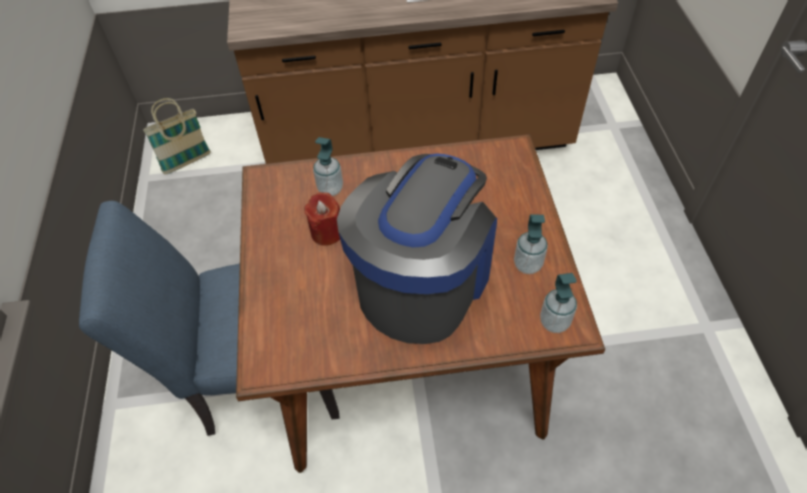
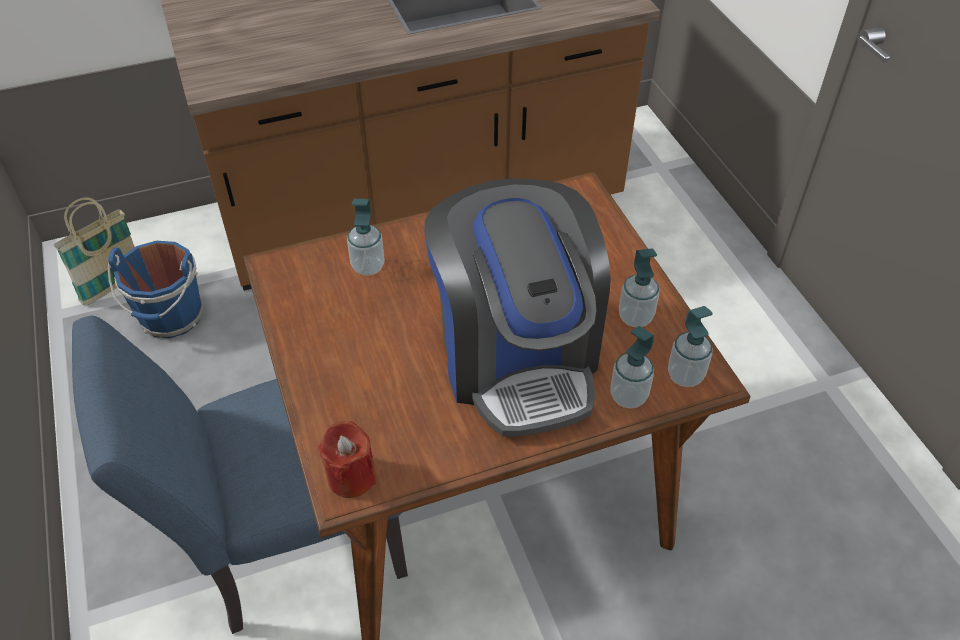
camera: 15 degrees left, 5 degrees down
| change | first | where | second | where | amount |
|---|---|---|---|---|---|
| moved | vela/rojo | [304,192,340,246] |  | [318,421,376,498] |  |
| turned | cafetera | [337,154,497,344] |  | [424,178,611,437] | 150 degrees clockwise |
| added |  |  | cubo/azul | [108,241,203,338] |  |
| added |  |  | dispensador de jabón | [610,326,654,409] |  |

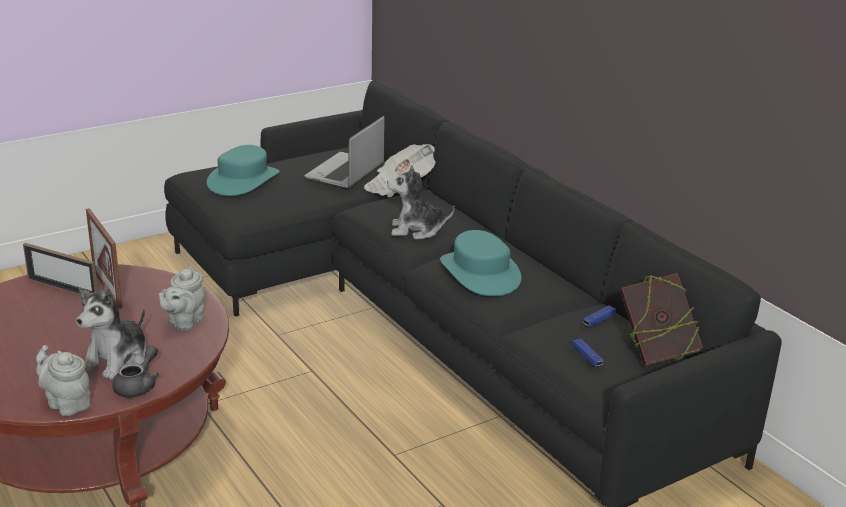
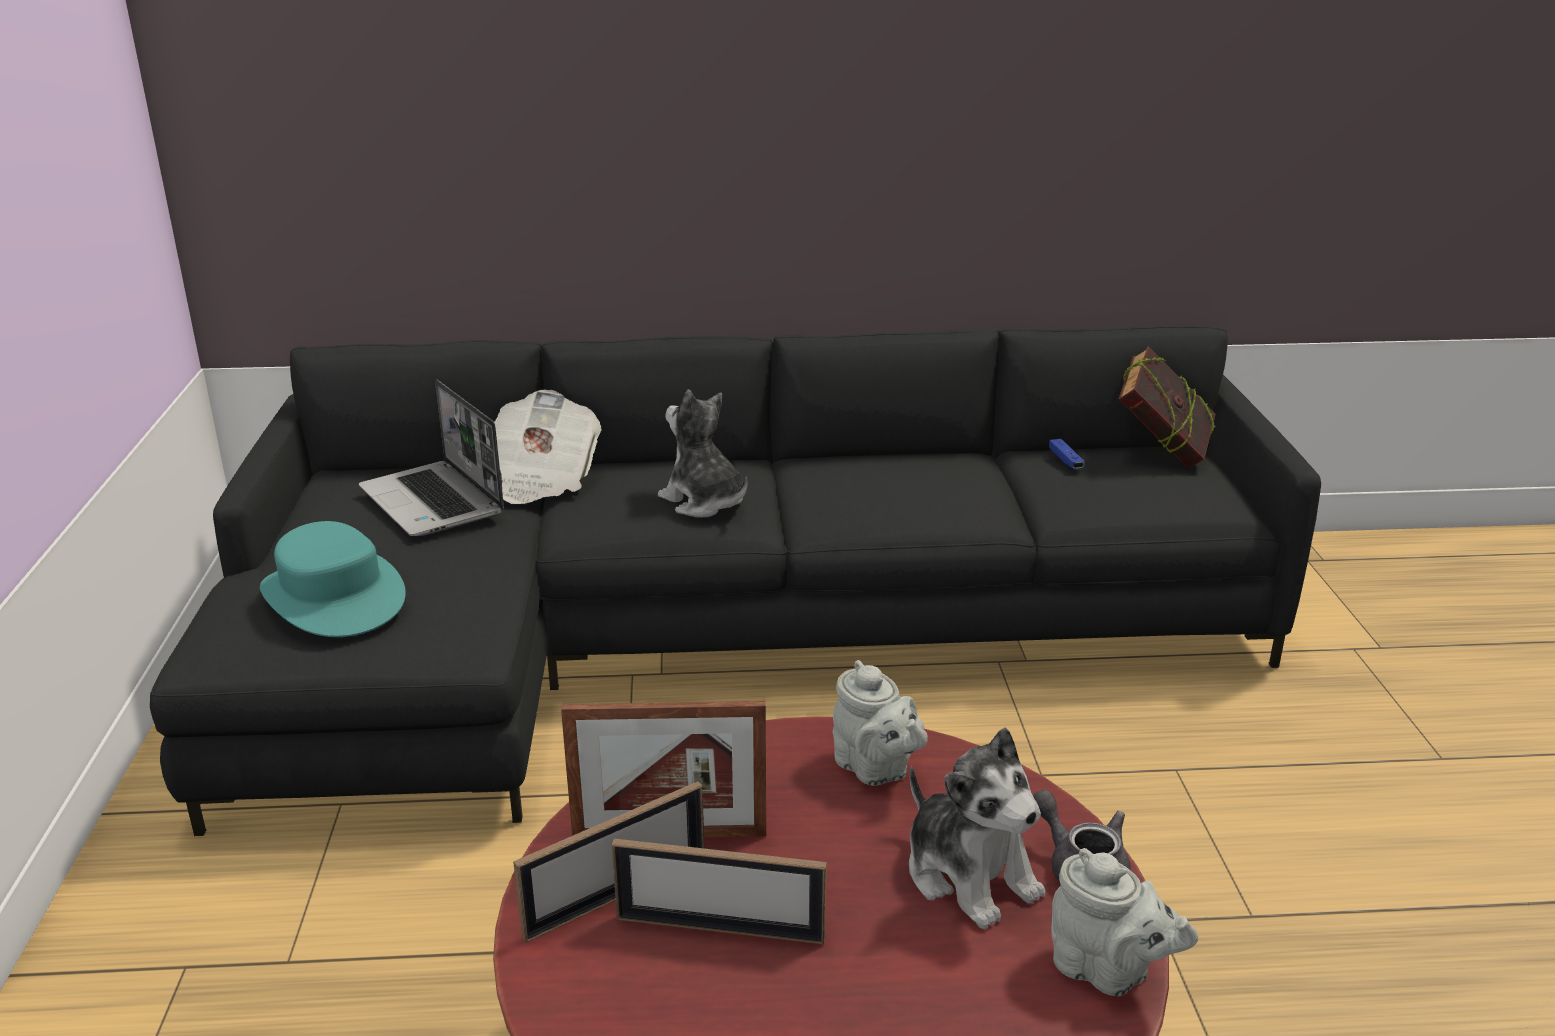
camera: 60 degrees left, 0 degrees up
| change | first | where | second | where | amount |
|---|---|---|---|---|---|
| turned | tetera/gris | [36,345,91,416] |  | [1051,848,1198,996] | 120 degrees counterclockwise |
| turned | peluche | [387,165,455,240] |  | [658,390,748,517] | 105 degrees clockwise |
| removed | sombrero/turquesa | [440,230,521,296] |  |  |  |
| removed | mando de consola/azul | [572,339,604,366] |  |  |  |
| added |  |  | portarretratos | [612,839,827,945] |  |

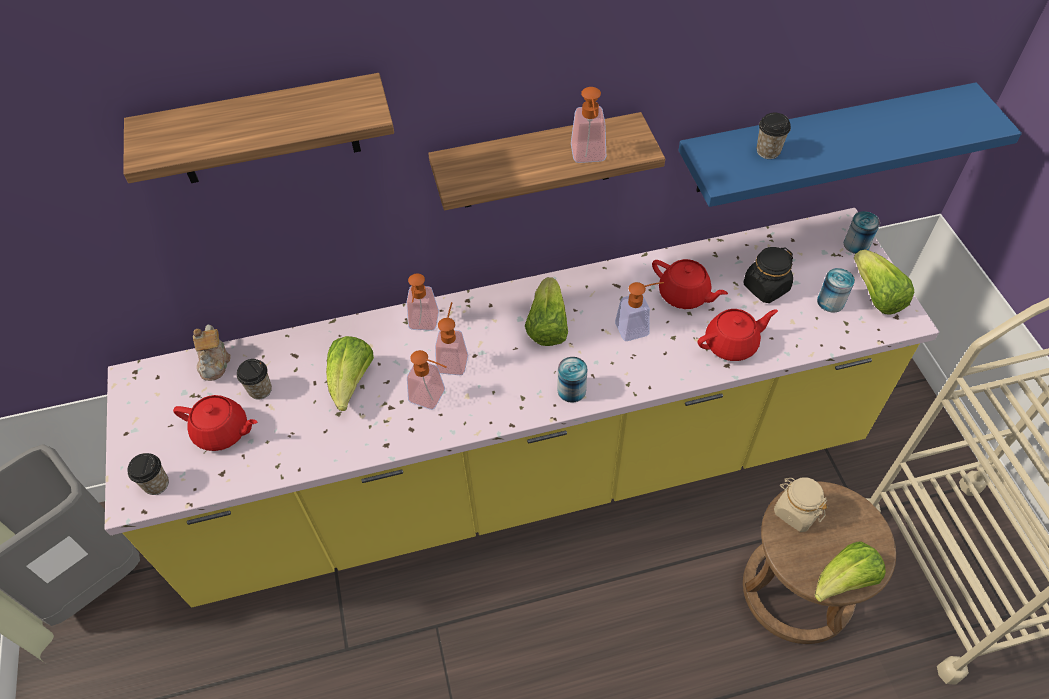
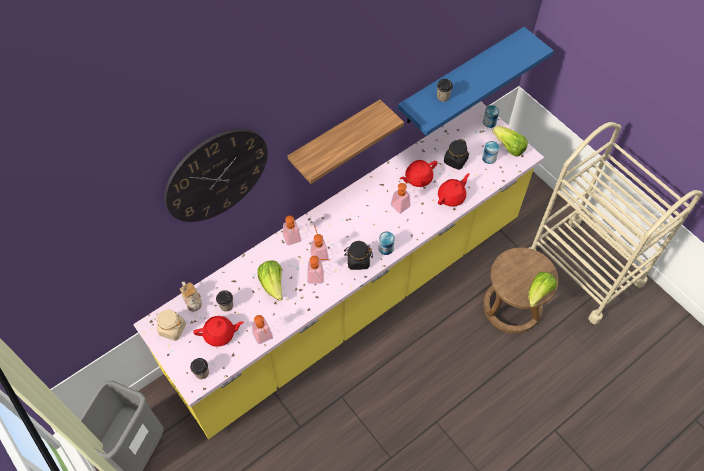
camera: 25 degrees left, 5 degrees up
| change | first | where | second | where | amount |
|---|---|---|---|---|---|
| replaced | estante | [123,73,394,183] | reloj de pared | [164,129,268,222] |  |
| removed | lechuga | [525,277,568,346] |  |  |  |
| moved | dispensador de jabón | [571,87,606,163] |  | [252,315,273,344] |  |
| turned | tetera/rojo | [652,259,728,309] |  | [400,160,437,187] | 135 degrees clockwise |
| moved | tarro/beis | [774,477,828,532] |  | [154,310,186,341] |  |
| added |  |  | tarro/negro | [344,241,373,270] |  |

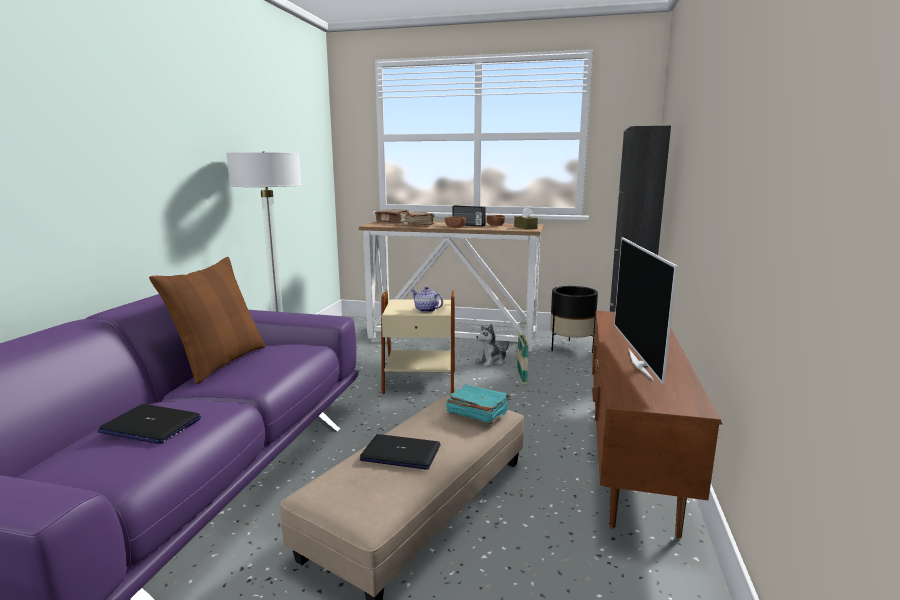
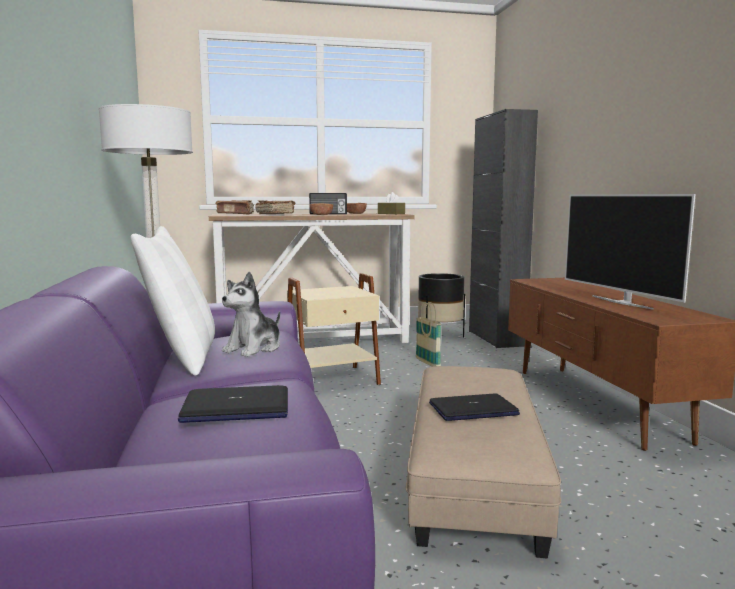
camera: 25 degrees left, 5 degrees down
| change | first | where | second | where | amount |
|---|---|---|---|---|---|
| recoloured | cojín/marrón | [149,257,266,384] | cojín/blanco | [131,226,215,376] |  |
| removed | tetera | [411,287,443,312] |  |  |  |
| removed | libro/turquesa | [446,384,510,424] |  |  |  |
| moved | peluche | [476,324,509,367] |  | [222,272,280,357] |  |

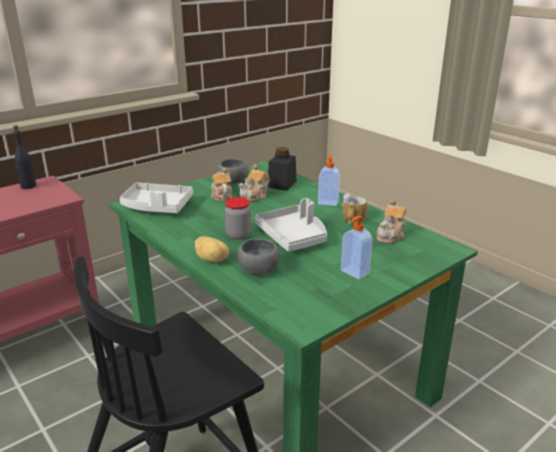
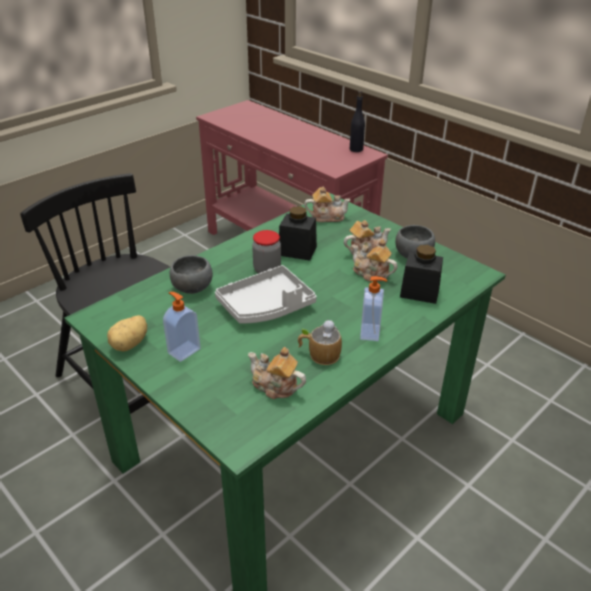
camera: 85 degrees right, 10 degrees up
| change | first | where | second | where | amount |
|---|---|---|---|---|---|
| replaced | bandeja/gris | [120,183,193,213] | tetera | [304,187,351,222] |  |
| moved | patata | [195,236,229,263] |  | [107,315,147,351] |  |
| added |  |  | tarro/negro | [279,206,317,261] |  |

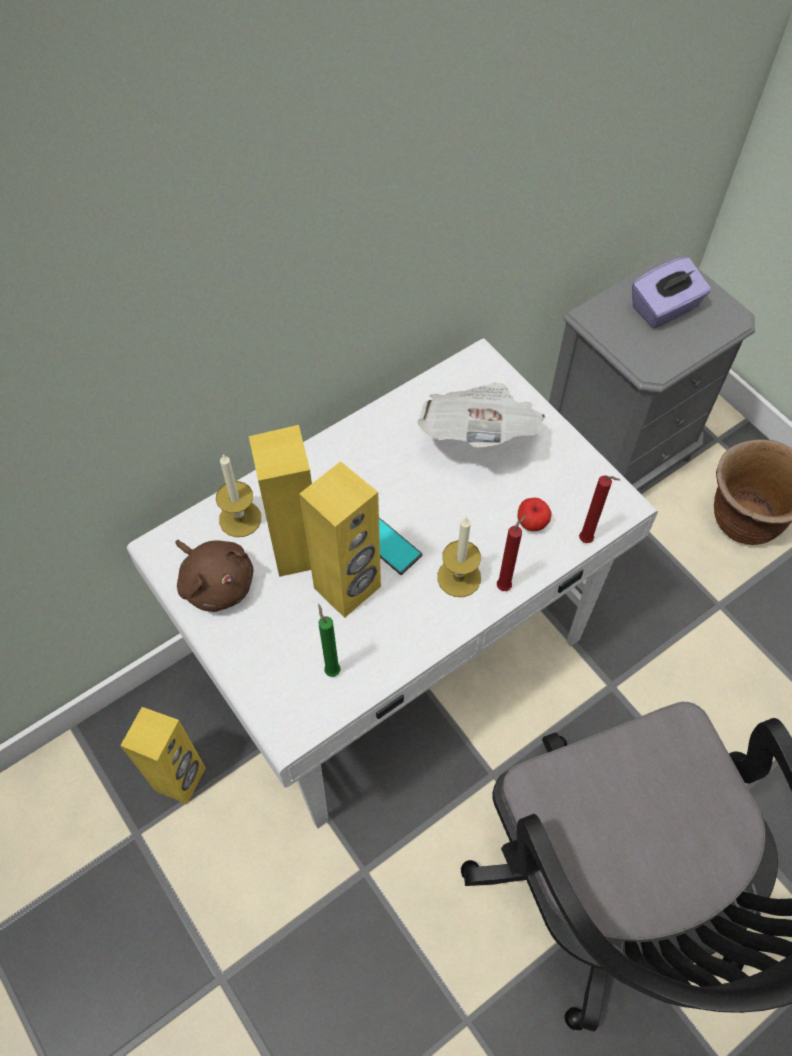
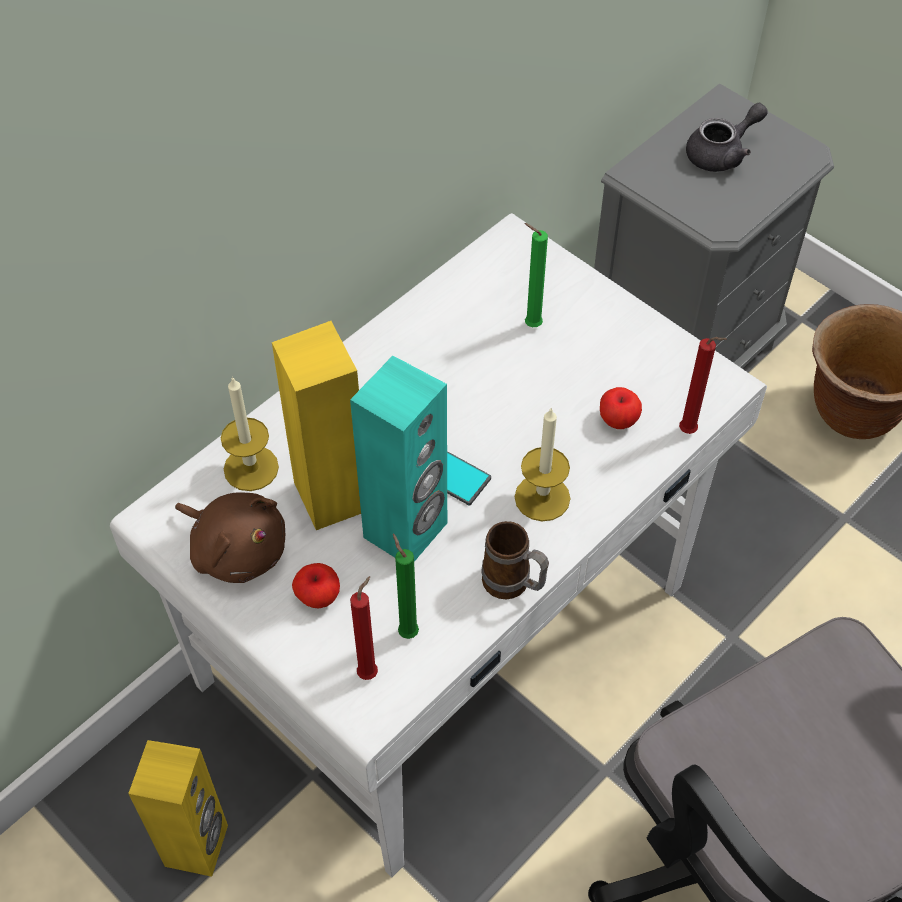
camera: 10 degrees left, 5 degrees down
| change | first | where | second | where | amount |
|---|---|---|---|---|---|
| recoloured | altavoz/amarillo | [299,461,381,618] | altavoz/turquesa | [350,356,447,562] |  |
| replaced | periódico | [417,383,546,448] | vela/verde | [524,223,548,327] |  |
| moved | vela/rojo | [497,515,526,591] |  | [350,576,378,680] |  |
| replaced | caja de pañuelos/morado | [632,257,711,328] | tetera/gris | [686,103,768,172] |  |
| added |  |  | manzana | [292,563,340,608] |  |
| added |  |  | taza grande | [481,521,549,599] |  |

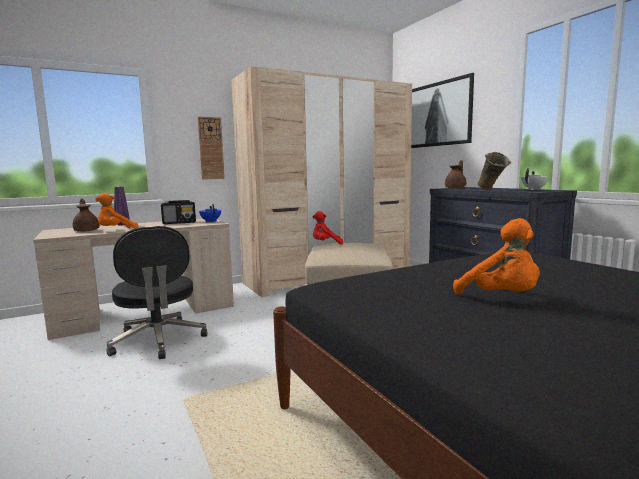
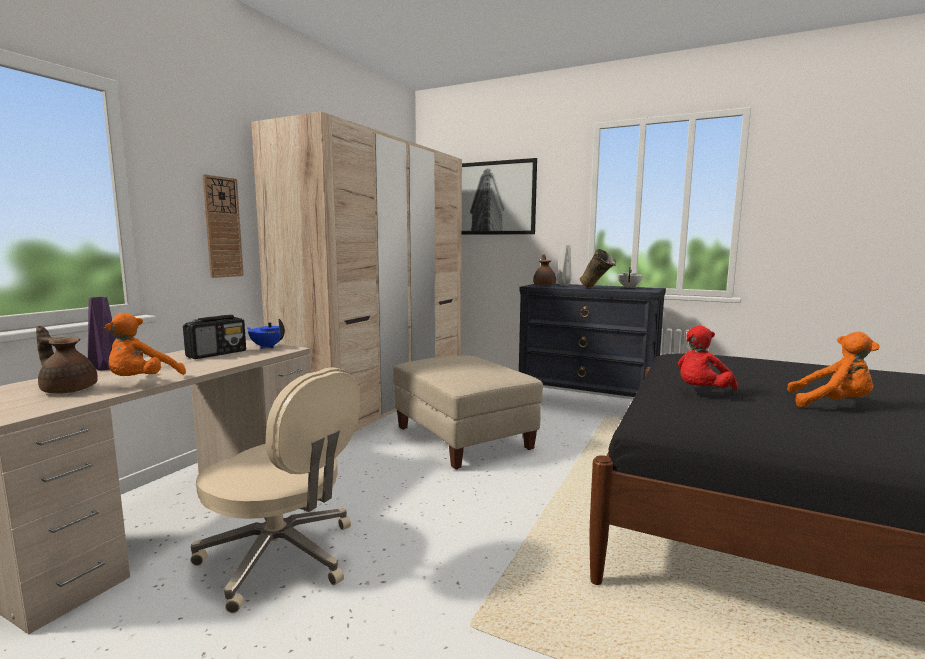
camera: 35 degrees left, 0 degrees up
| change | first | where | second | where | amount |
|---|---|---|---|---|---|
| recoloured | silla de oficina/negro | [106,226,207,359] | silla de oficina/beis | [190,367,361,613] |  |
| moved | peluche/rojo | [312,211,343,244] |  | [678,326,738,390] |  |
| added |  |  | florero/gris | [557,245,572,286] |  |

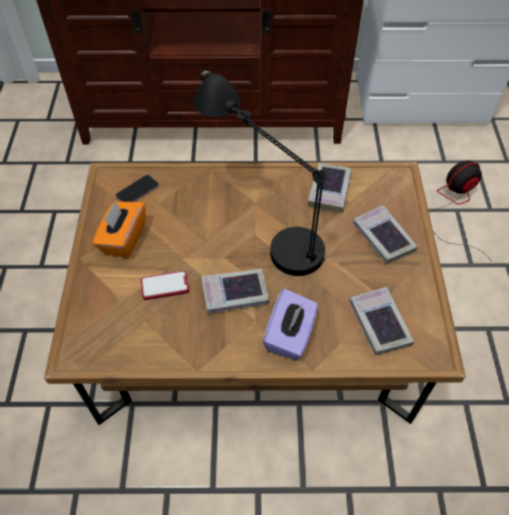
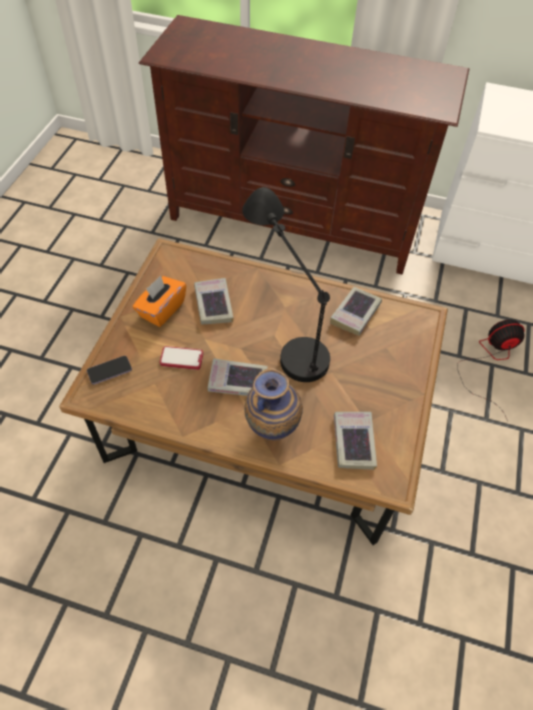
camera: 15 degrees right, 0 degrees up
| change | first | where | second | where | amount |
|---|---|---|---|---|---|
| moved | móvil | [116,175,159,202] |  | [87,356,132,385] |  |
| replaced | caja de pañuelos/morado | [263,289,318,360] | florero | [244,368,303,440] |  |
| moved | libro | [353,205,418,264] |  | [194,278,234,324] |  |

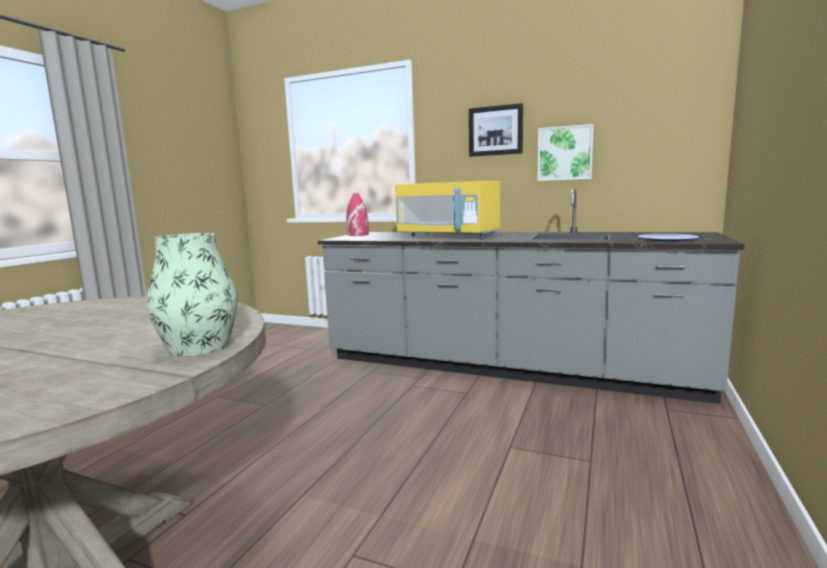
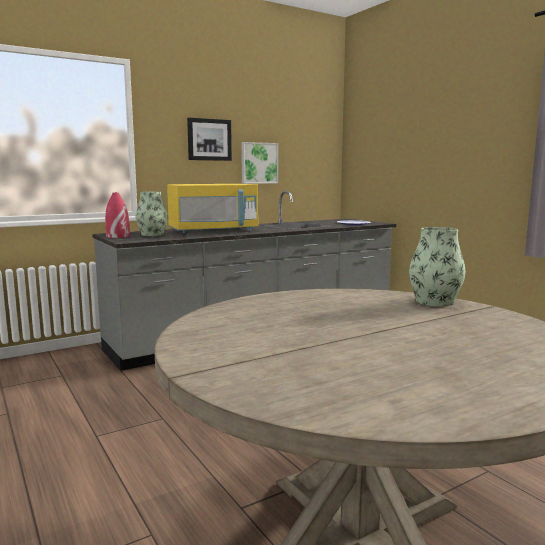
camera: 55 degrees left, 0 degrees up
| change | first | where | second | where | amount |
|---|---|---|---|---|---|
| added |  |  | florero | [136,192,168,236] |  |

